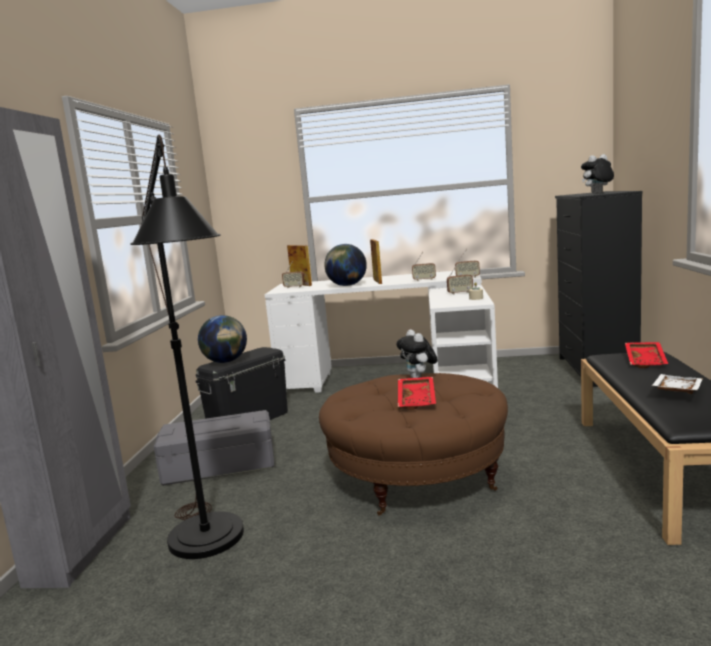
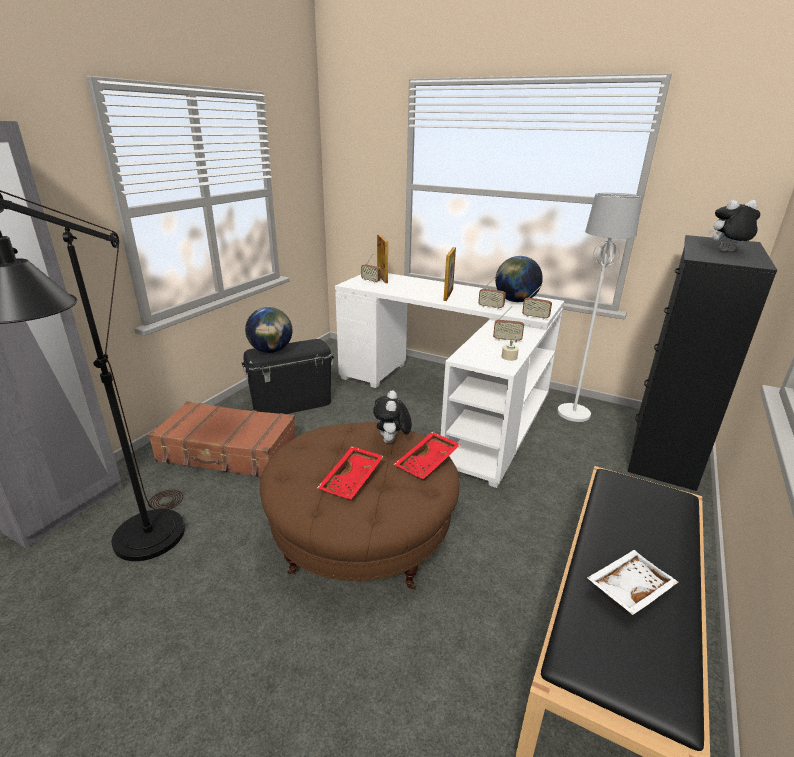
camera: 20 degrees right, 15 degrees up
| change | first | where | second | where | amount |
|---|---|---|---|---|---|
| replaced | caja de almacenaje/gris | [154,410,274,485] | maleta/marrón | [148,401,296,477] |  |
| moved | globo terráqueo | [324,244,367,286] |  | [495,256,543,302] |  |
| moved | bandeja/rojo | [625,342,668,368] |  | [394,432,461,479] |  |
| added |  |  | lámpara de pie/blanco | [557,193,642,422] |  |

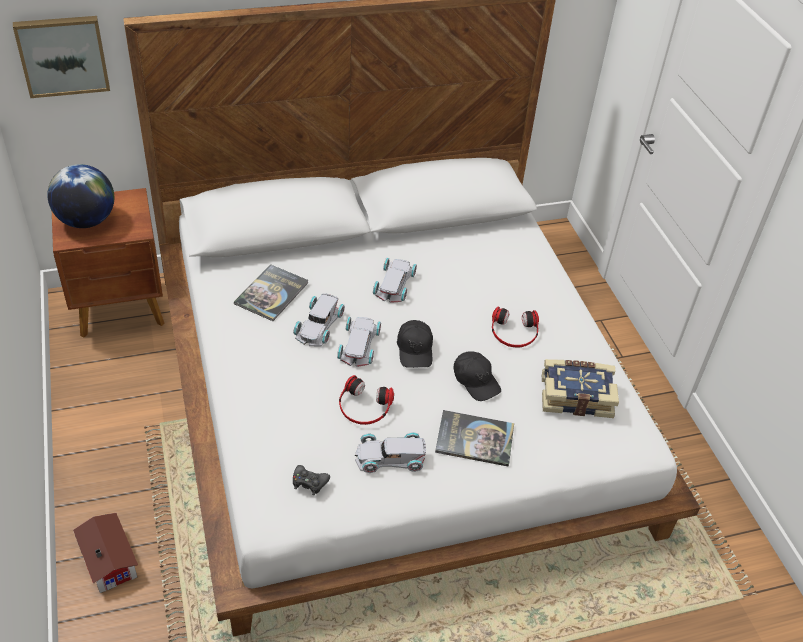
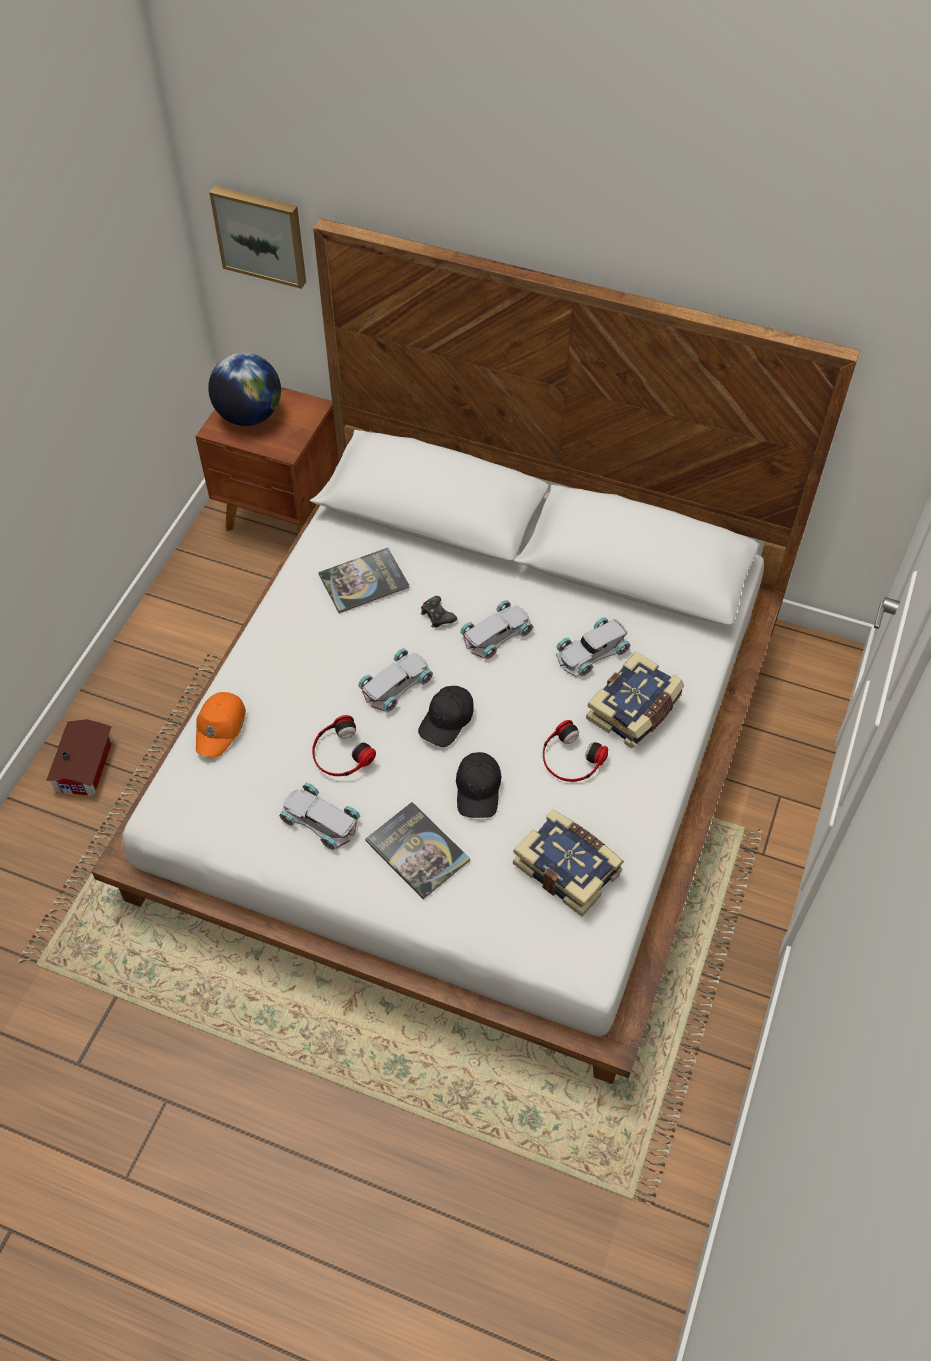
camera: 40 degrees right, 10 degrees up
| change | first | where | second | where | amount |
|---|---|---|---|---|---|
| moved | coche de juguete/blanco | [293,293,345,347] |  | [556,617,631,677] |  |
| moved | mando de consola/negro | [293,465,330,495] |  | [421,596,457,628] |  |
| added |  |  | gorra/naranja | [196,692,246,757] |  |
| added |  |  | libro | [586,651,684,748] |  |

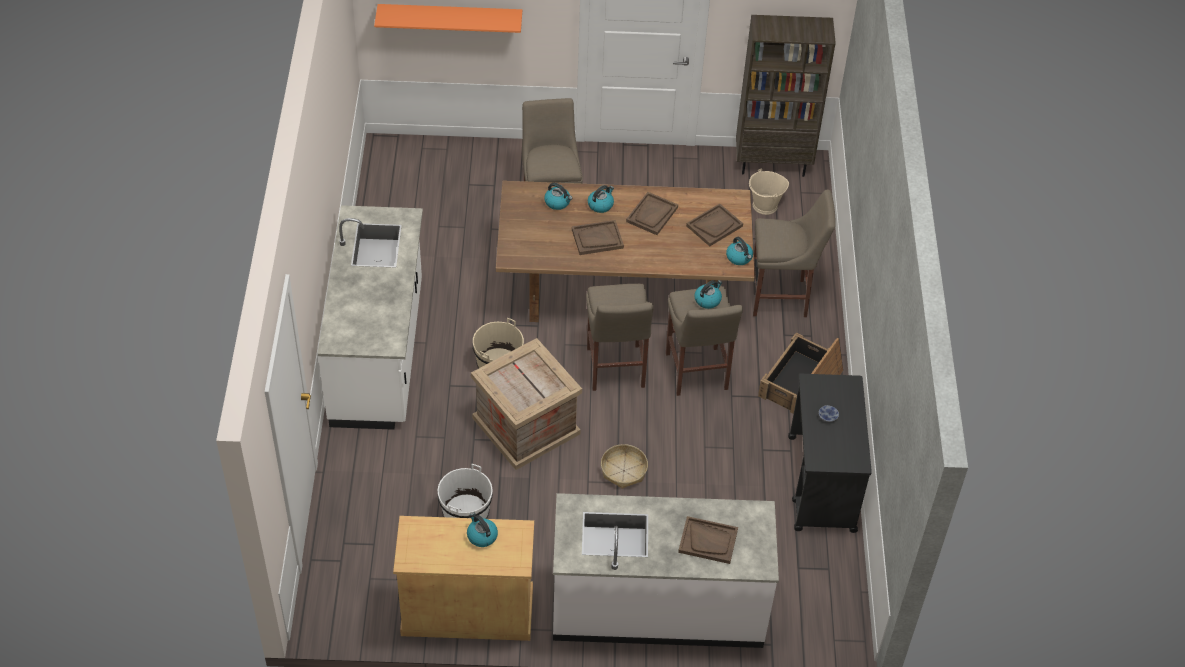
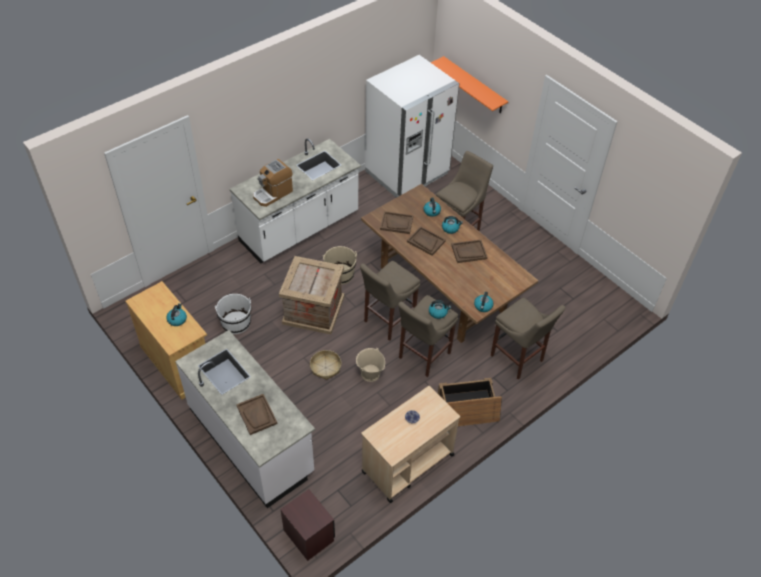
camera: 50 degrees right, 0 degrees up
| change | first | where | second | where | amount |
|---|---|---|---|---|---|
| moved | bandeja/marrón | [686,203,743,246] |  | [380,211,413,234] |  |
| removed | estantería/marrón | [736,15,836,177] |  |  |  |
| moved | cubo/beis | [749,168,789,215] |  | [356,348,385,382] |  |
| recoloured | carrito/negro | [788,374,872,533] | carrito/beis | [361,386,460,503] |  |
| added |  |  | cafetera | [253,159,293,207] |  |
| added |  |  | mesita de noche/marrón | [280,489,335,561] |  |
| added |  |  | nevera/blanco | [365,55,459,198] |  |

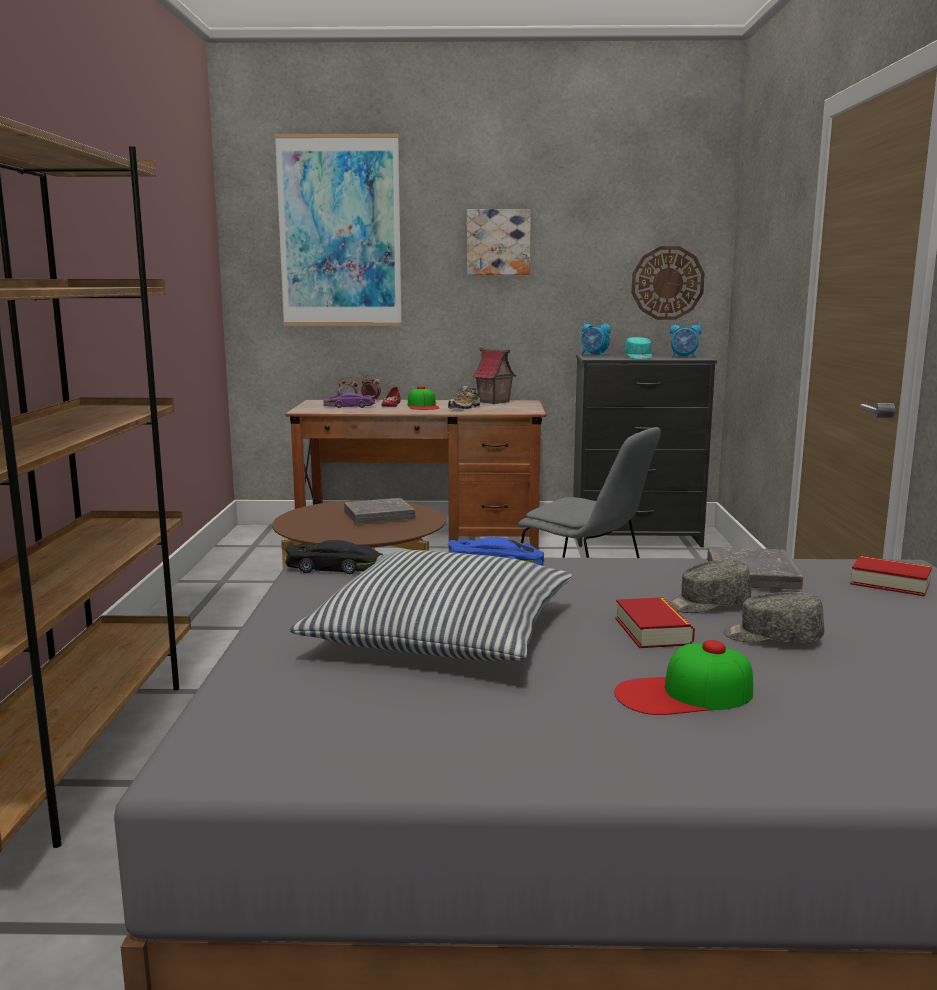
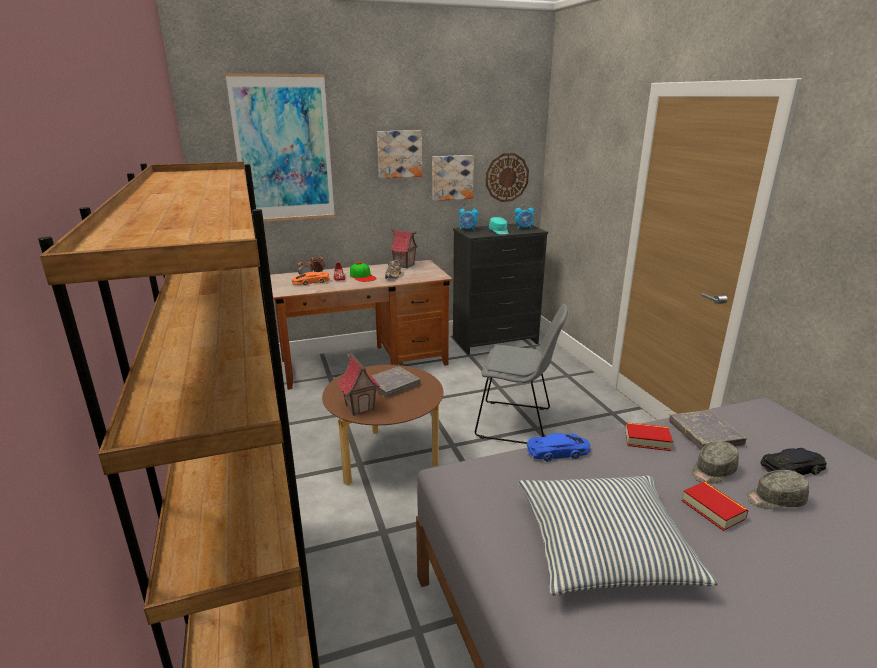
camera: 20 degrees left, 10 degrees up
| change | first | where | second | where | amount |
|---|---|---|---|---|---|
| moved | coche de juguete/negro | [285,540,383,574] |  | [761,448,827,475] |  |
| recoloured | coche de juguete/morado | [323,393,375,408] | coche de juguete/naranja | [292,272,330,285] |  |
| removed | gorra | [614,640,753,715] |  |  |  |
| moved | libro | [850,556,932,597] |  | [625,423,673,451] |  |
| added |  |  | casita | [337,351,380,416] |  |
| added |  |  | cuadro | [432,155,474,201] |  |

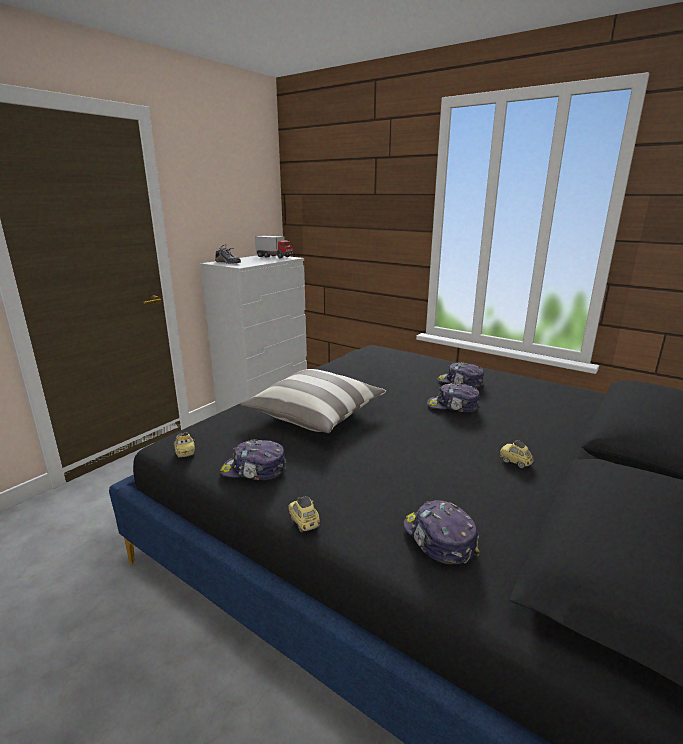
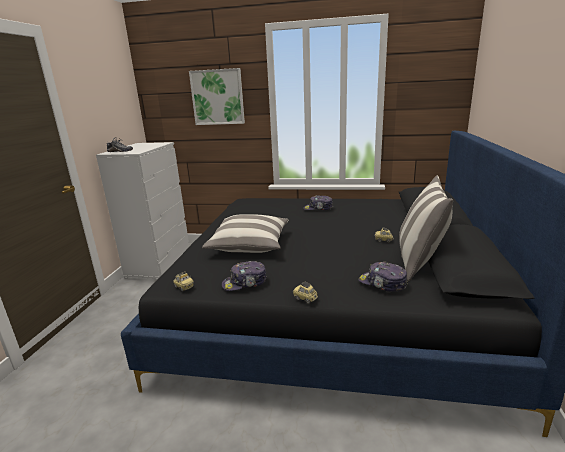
camera: 25 degrees left, 0 degrees up
| change | first | where | second | where | amount |
|---|---|---|---|---|---|
| removed | camión de juguete | [255,236,294,259] |  |  |  |
| removed | gorra | [427,383,480,412] |  |  |  |
| added |  |  | cuadro | [189,68,245,125] |  |
| added |  |  | cojín | [399,176,453,281] |  |

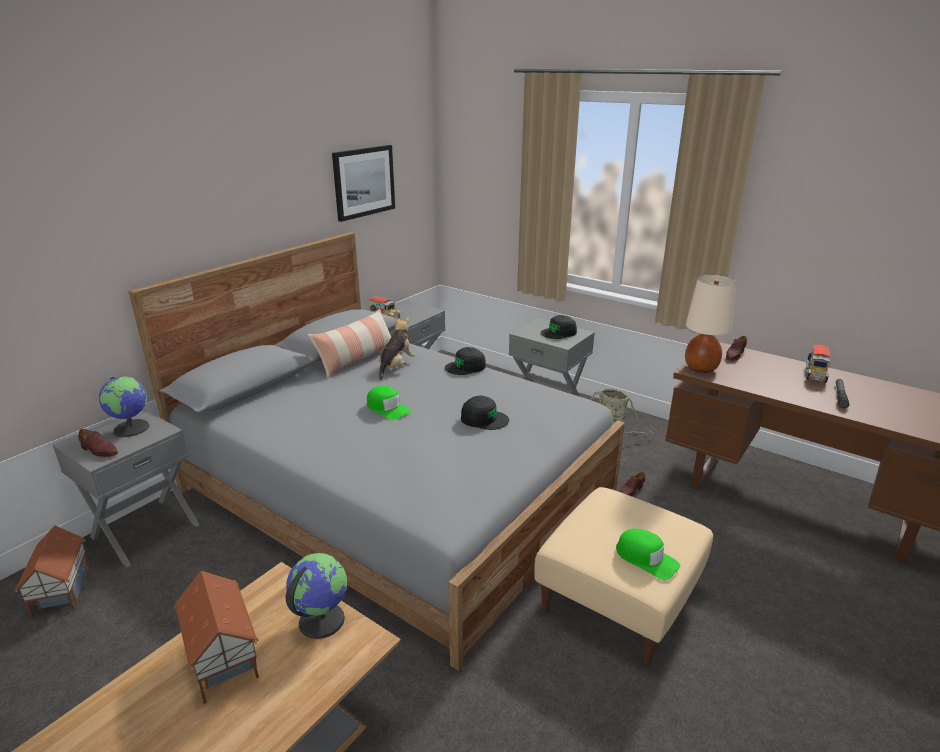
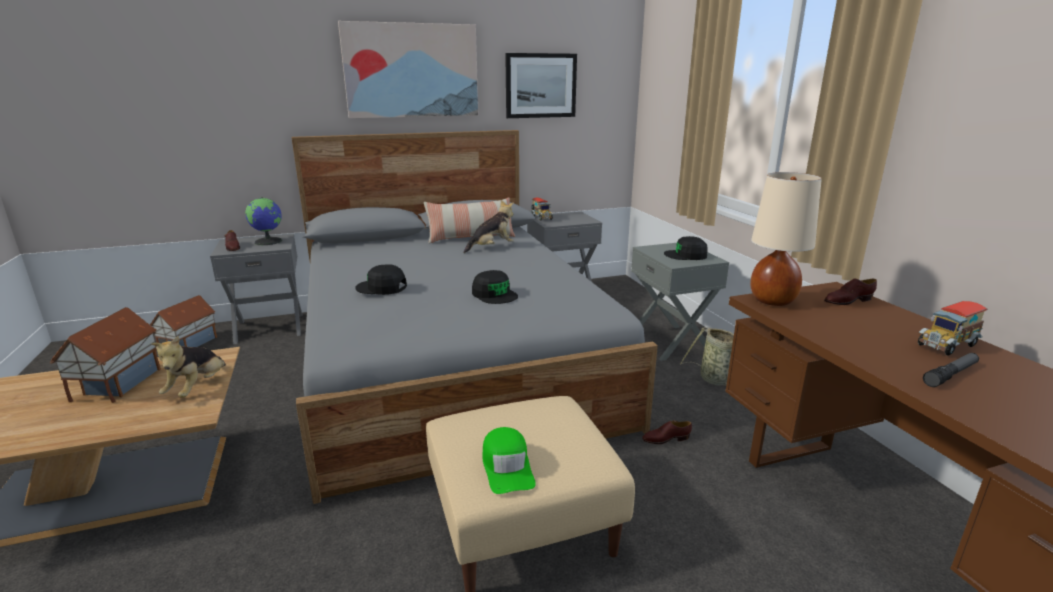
camera: 35 degrees right, 5 degrees down
| change | first | where | second | where | amount |
|---|---|---|---|---|---|
| replaced | globo terráqueo | [286,553,347,639] | peluche | [151,336,226,398] |  |
| removed | gorra/verde | [367,386,412,420] |  |  |  |
| moved | gorra/negro | [445,347,486,375] |  | [355,264,407,295] |  |
| added |  |  | cuadro | [338,21,478,118] |  |

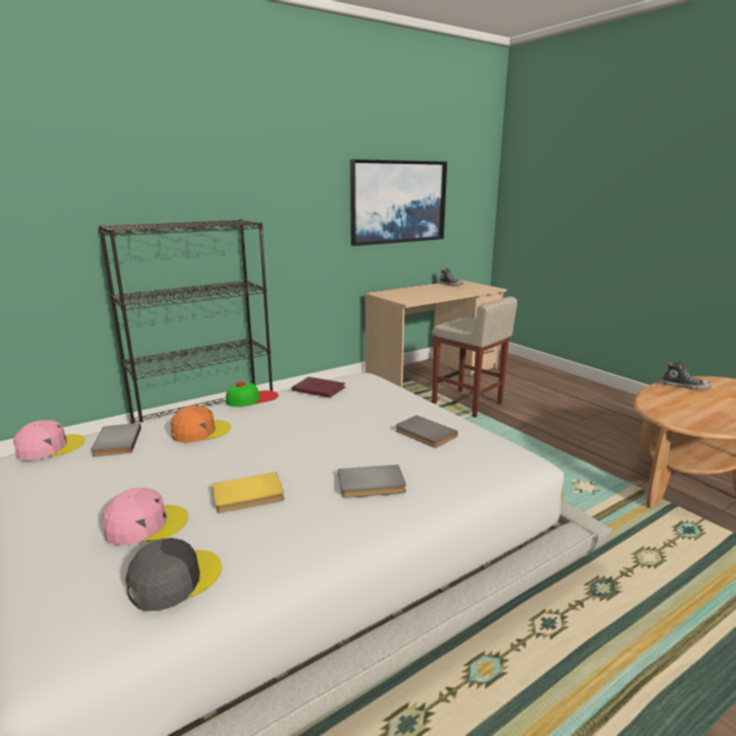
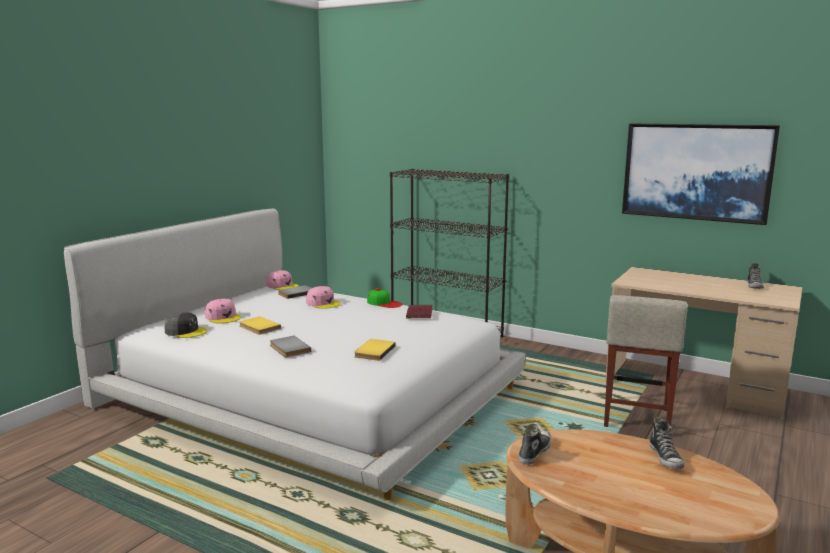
camera: 65 degrees right, 5 degrees down
| change | first | where | second | where | amount |
|---|---|---|---|---|---|
| recoloured | gorra/naranja | [171,405,231,443] | gorra/rosa | [306,286,341,309] |  |
| recoloured | libro/gris | [396,415,458,448] | libro/amarillo | [354,339,396,361] |  |
| added |  |  | zapato | [519,424,552,465] |  |

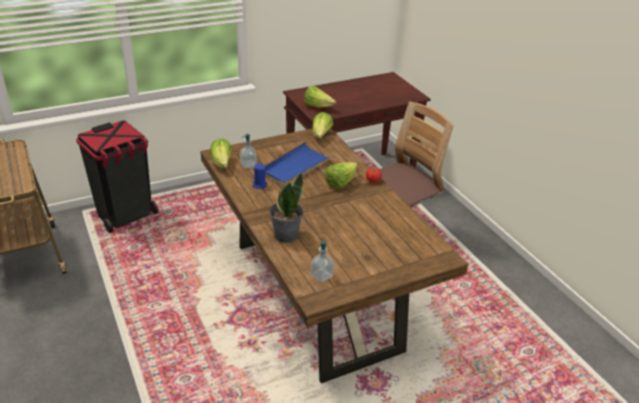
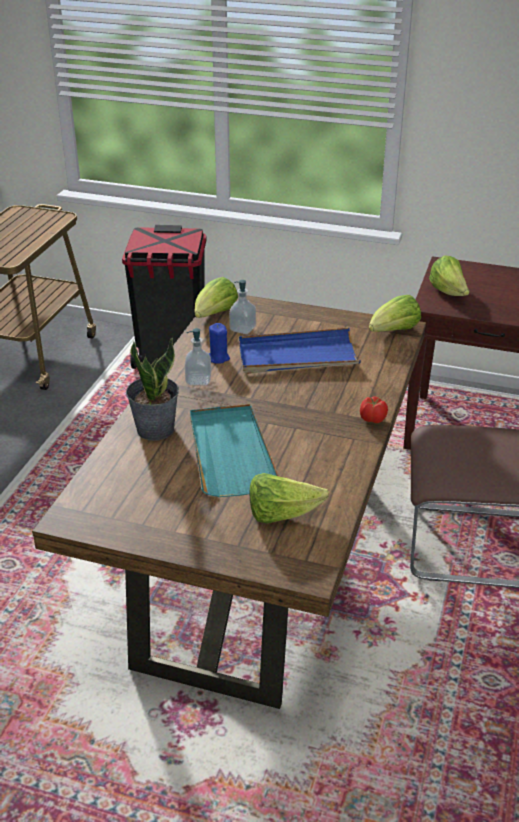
camera: 45 degrees right, 0 degrees up
| change | first | where | second | where | amount |
|---|---|---|---|---|---|
| moved | dispensador de jabón | [311,241,334,283] |  | [185,328,211,385] |  |
| moved | lechuga | [324,162,357,189] |  | [250,473,329,523] |  |
| added |  |  | bandeja/turquesa | [190,404,279,497] |  |

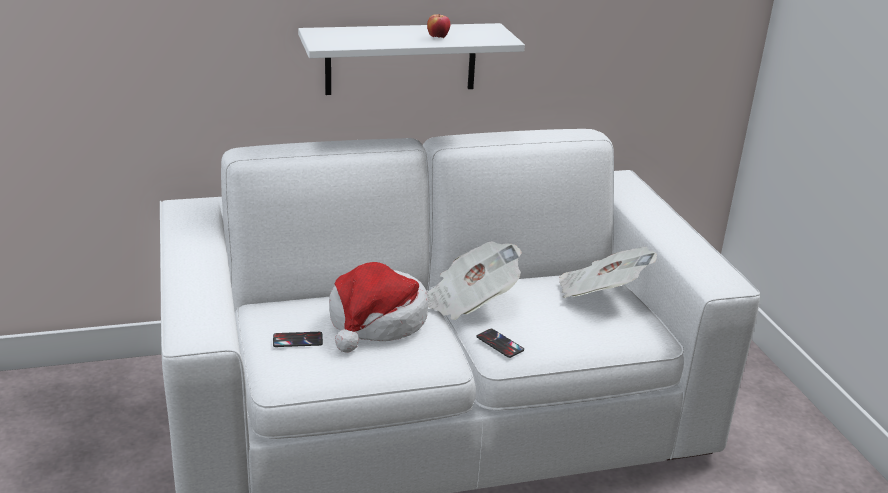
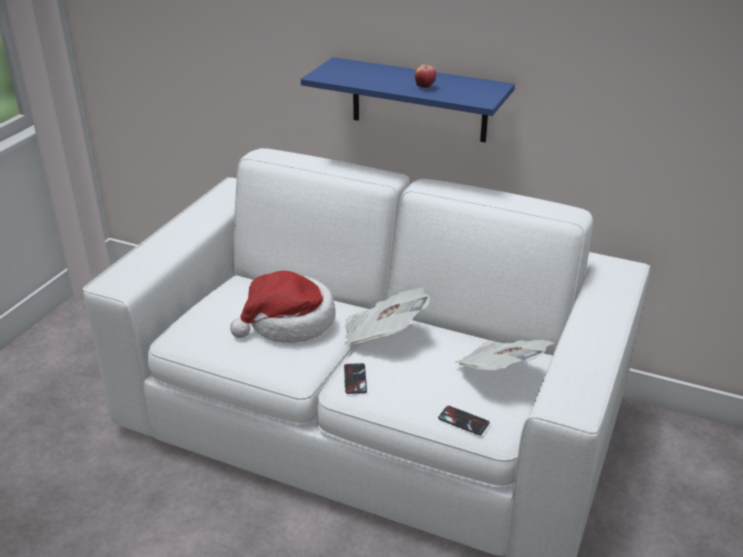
camera: 40 degrees right, 5 degrees up
| change | first | where | second | where | amount |
|---|---|---|---|---|---|
| moved | móvil | [273,332,323,347] |  | [438,406,490,435] |  |
| recoloured | estante/blanco | [298,23,525,95] | estante/azul | [301,57,515,142] |  |

